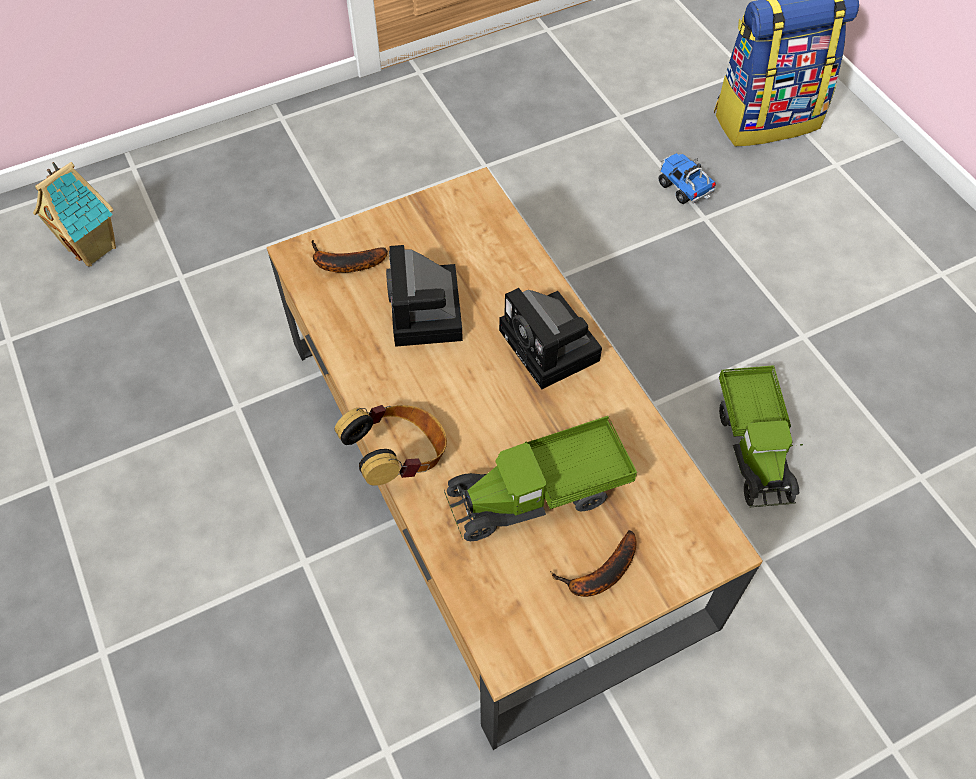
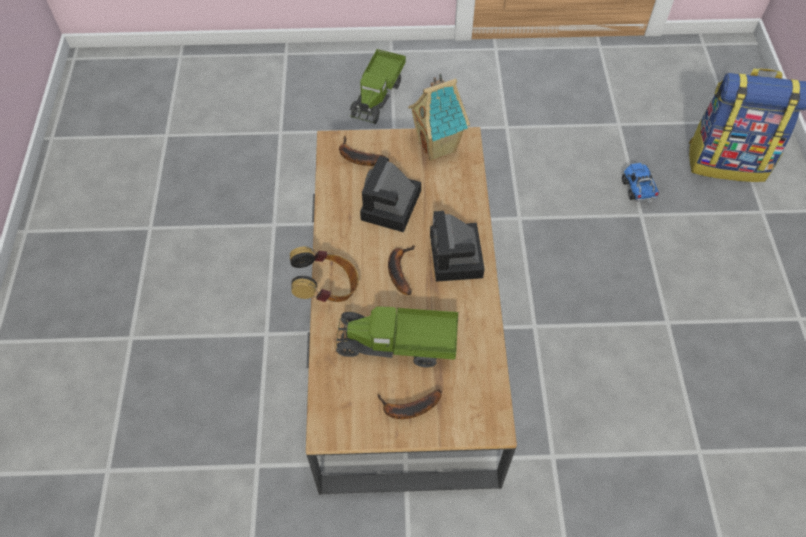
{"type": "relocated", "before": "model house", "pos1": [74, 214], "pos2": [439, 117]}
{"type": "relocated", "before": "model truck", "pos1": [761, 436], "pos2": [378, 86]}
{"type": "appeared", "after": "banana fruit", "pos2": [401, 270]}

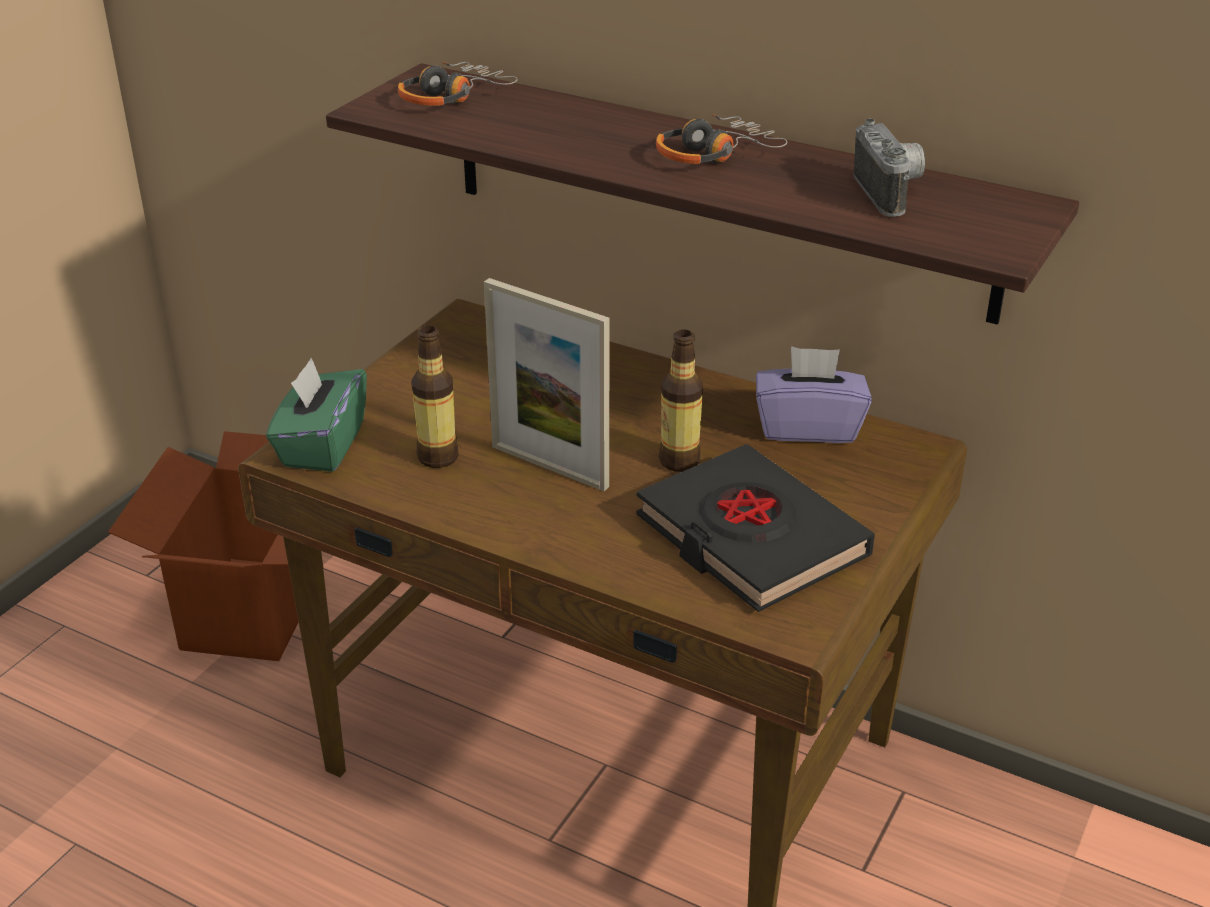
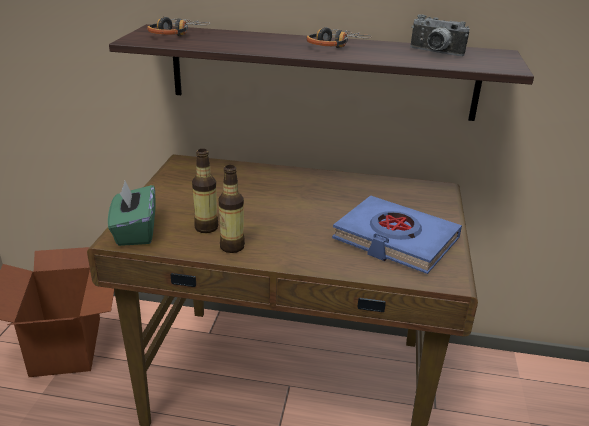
{"type": "spun", "before": "still camera", "pos1": [889, 168], "pos2": [440, 35], "turn": 150}
{"type": "missing", "before": "photo frame", "pos1": [547, 384]}
{"type": "relocated", "before": "bottle", "pos1": [681, 400], "pos2": [231, 209]}
{"type": "missing", "before": "purple tissue holder", "pos1": [813, 394]}
{"type": "colour", "before": "black-coloured volume", "after": "blue-coloured volume", "pos1": [755, 528], "pos2": [397, 235]}

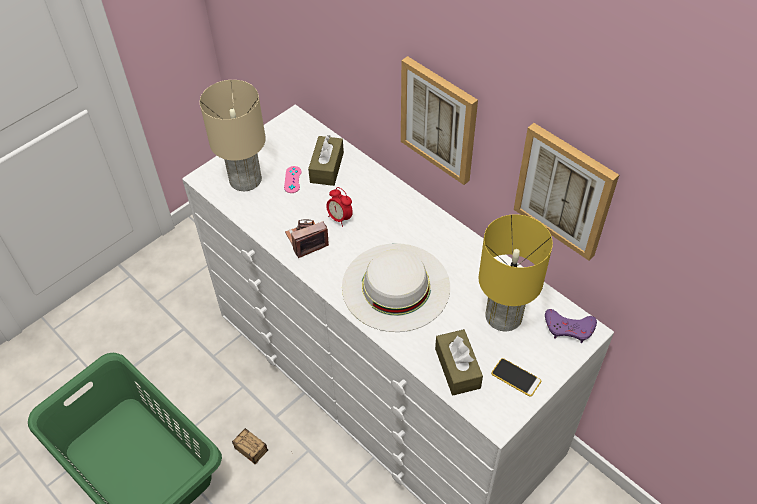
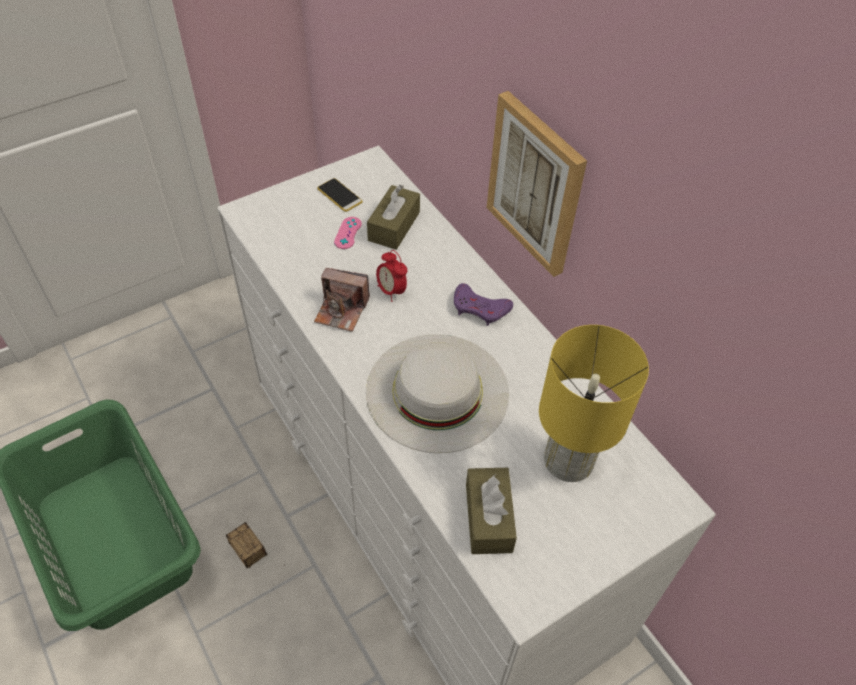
{"type": "missing", "before": "beige lamp for a table", "pos1": [233, 135]}
{"type": "missing", "before": "wall picture", "pos1": [566, 192]}
{"type": "spun", "before": "still camera", "pos1": [307, 238], "pos2": [342, 300], "turn": -150}
{"type": "relocated", "before": "purple game controller", "pos1": [571, 326], "pos2": [483, 304]}
{"type": "relocated", "before": "phone", "pos1": [516, 377], "pos2": [340, 195]}

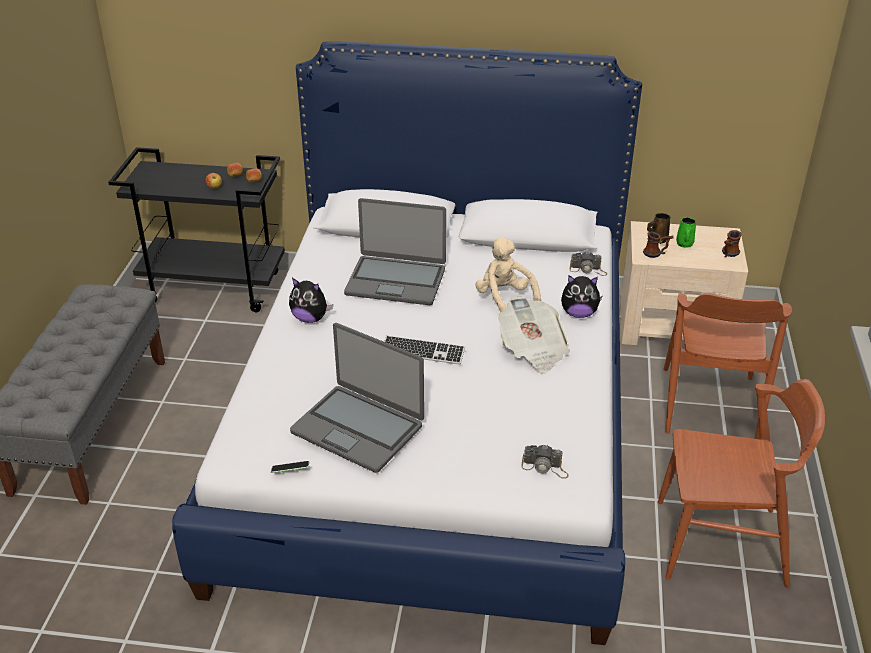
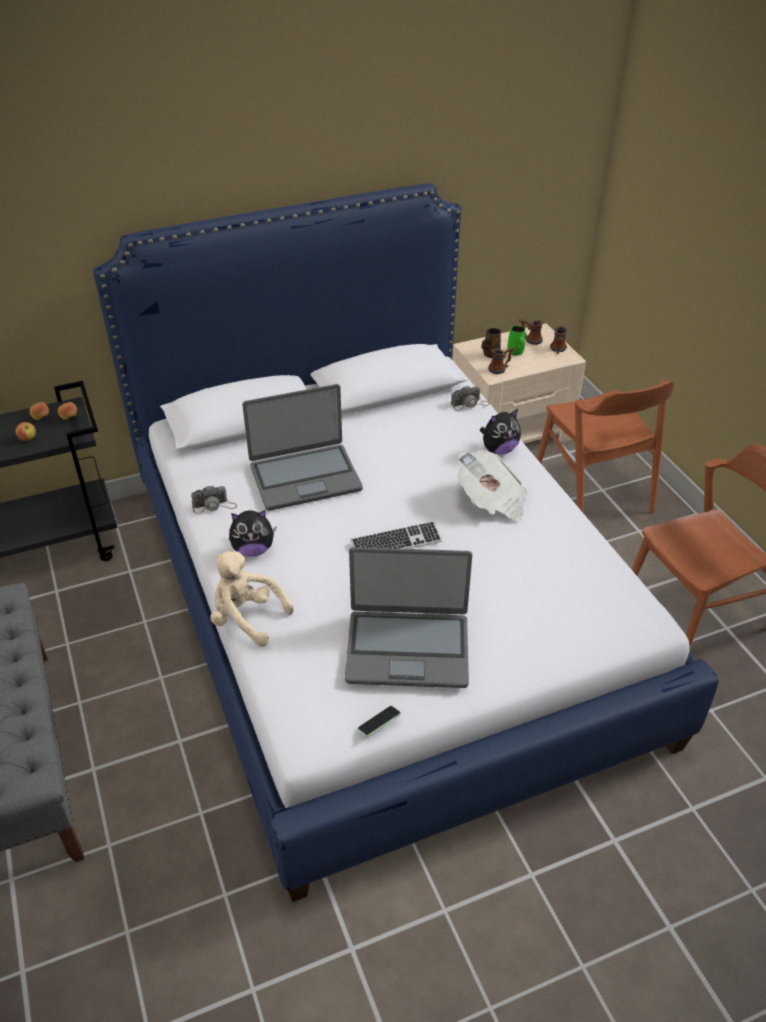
{"type": "relocated", "before": "beige soft toy", "pos1": [508, 275], "pos2": [252, 599]}
{"type": "relocated", "before": "still camera", "pos1": [545, 461], "pos2": [214, 500]}
{"type": "appeared", "after": "mug", "pos2": [531, 332]}

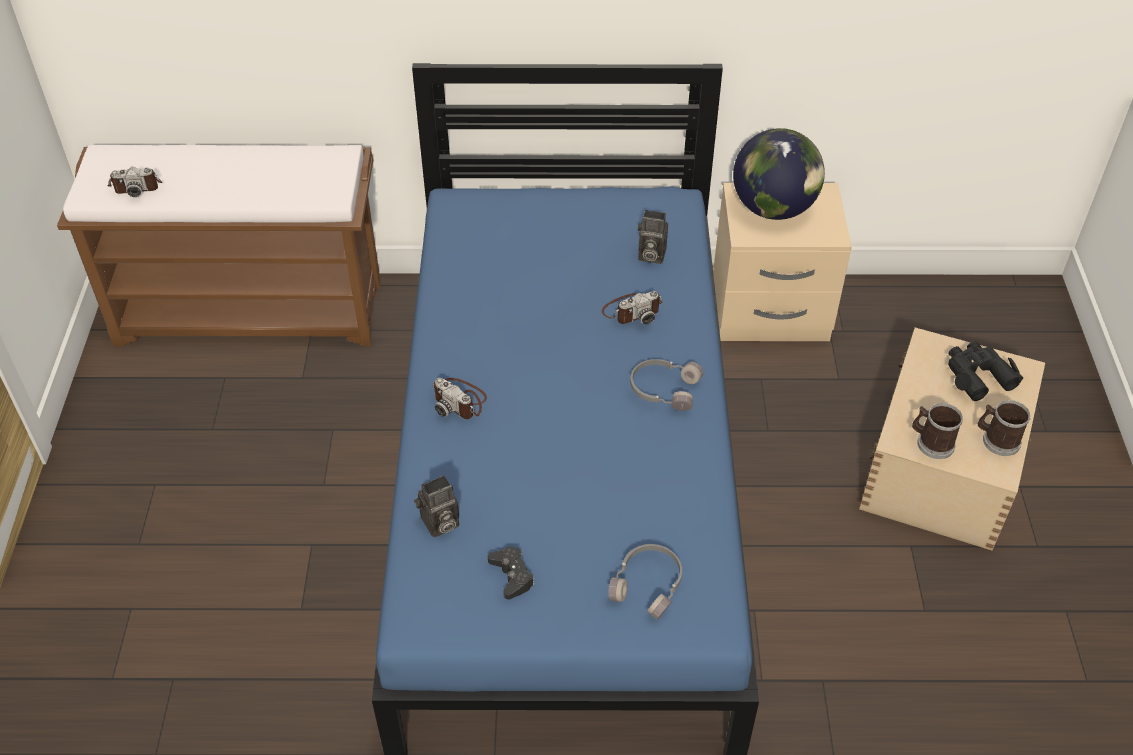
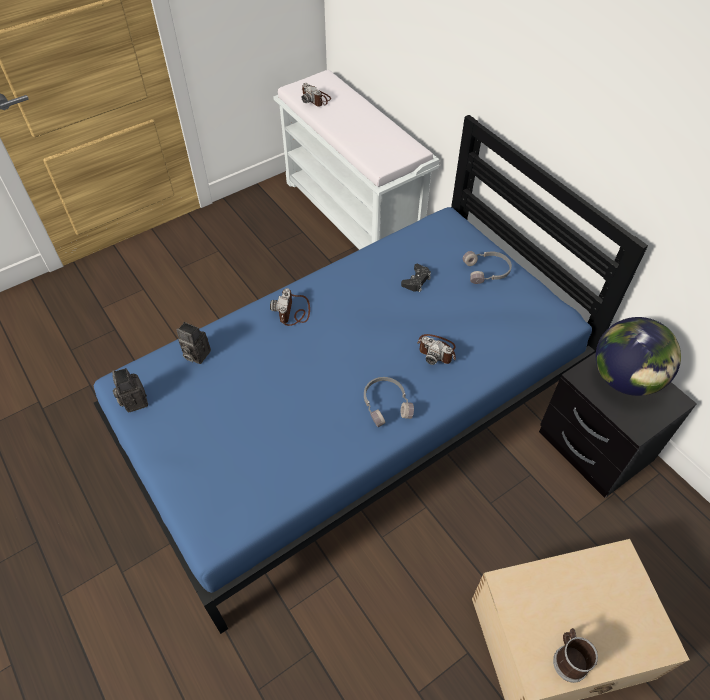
{"type": "colour", "before": "brown-coloured indoor bench", "after": "white-coloured indoor bench", "pos1": [219, 245], "pos2": [356, 160]}
{"type": "colour", "before": "beige night table", "after": "black-coloured night table", "pos1": [782, 262], "pos2": [618, 425]}
{"type": "relocated", "before": "still camera", "pos1": [653, 237], "pos2": [130, 390]}
{"type": "missing", "before": "black-coloured pair of binoculars", "pos1": [985, 371]}
{"type": "missing", "before": "mug", "pos1": [937, 431]}
{"type": "relocated", "before": "greyish headphones", "pos1": [645, 582], "pos2": [487, 267]}
{"type": "relocated", "before": "black-coloured game controller", "pos1": [511, 573], "pos2": [416, 278]}

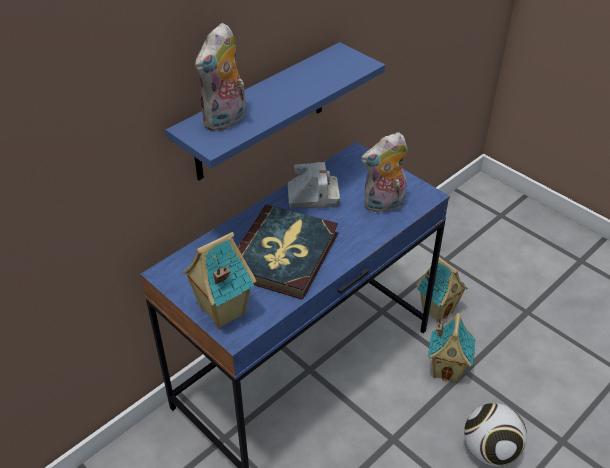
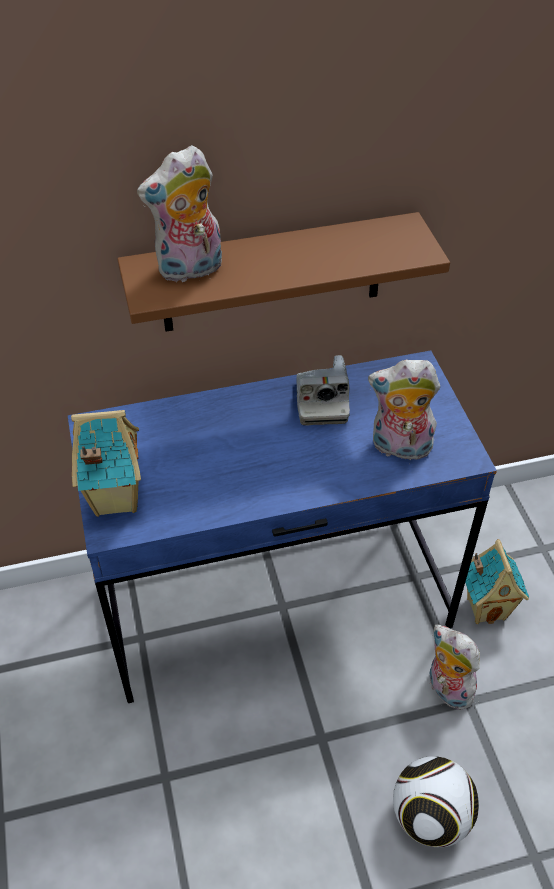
{"type": "colour", "before": "blue-coloured wall shelf", "after": "brown-coloured wall shelf", "pos1": [275, 111], "pos2": [283, 271]}
{"type": "spun", "before": "still camera", "pos1": [314, 185], "pos2": [323, 390], "turn": 60}
{"type": "missing", "before": "volume", "pos1": [288, 252]}
{"type": "exchanged", "before": "model house", "after": "soft toy", "pos1": [451, 348], "pos2": [455, 667]}

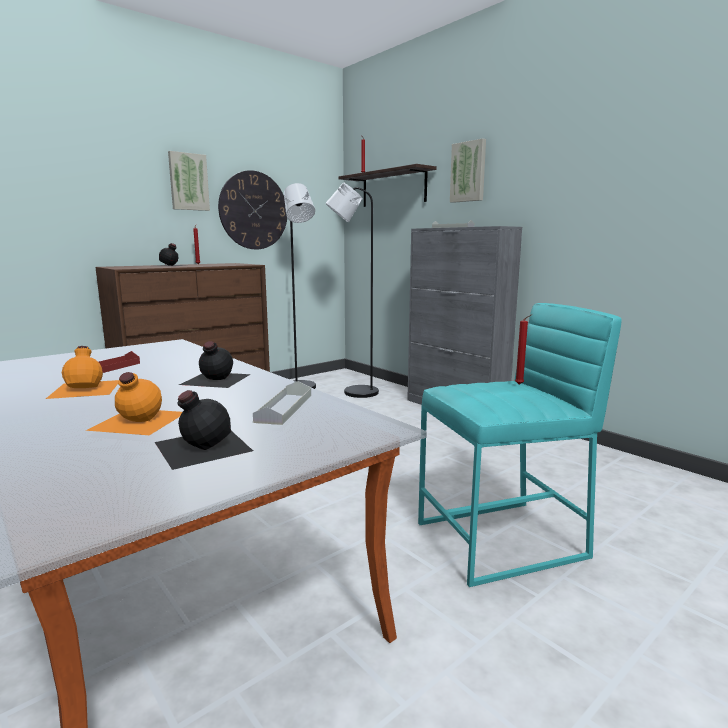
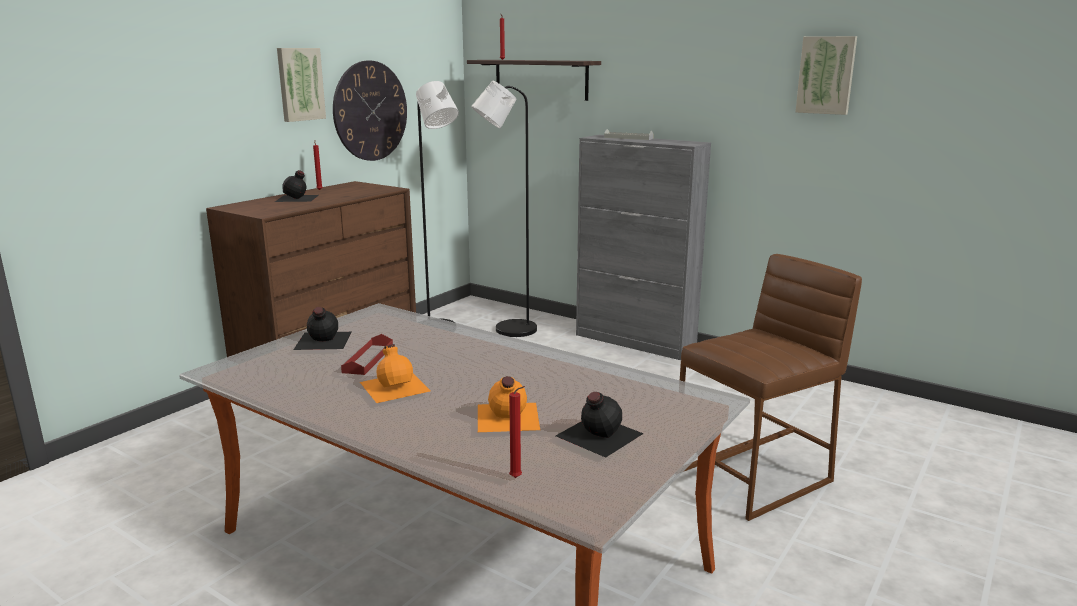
{"type": "relocated", "before": "wall picture", "pos1": [468, 170], "pos2": [826, 75]}
{"type": "colour", "before": "turquoise sitting stool", "after": "brown-coloured sitting stool", "pos1": [520, 445], "pos2": [771, 387]}
{"type": "relocated", "before": "reddish candle", "pos1": [523, 349], "pos2": [517, 432]}
{"type": "relocated", "before": "black-coloured bottle", "pos1": [215, 364], "pos2": [322, 328]}
{"type": "missing", "before": "greyish tray", "pos1": [282, 403]}

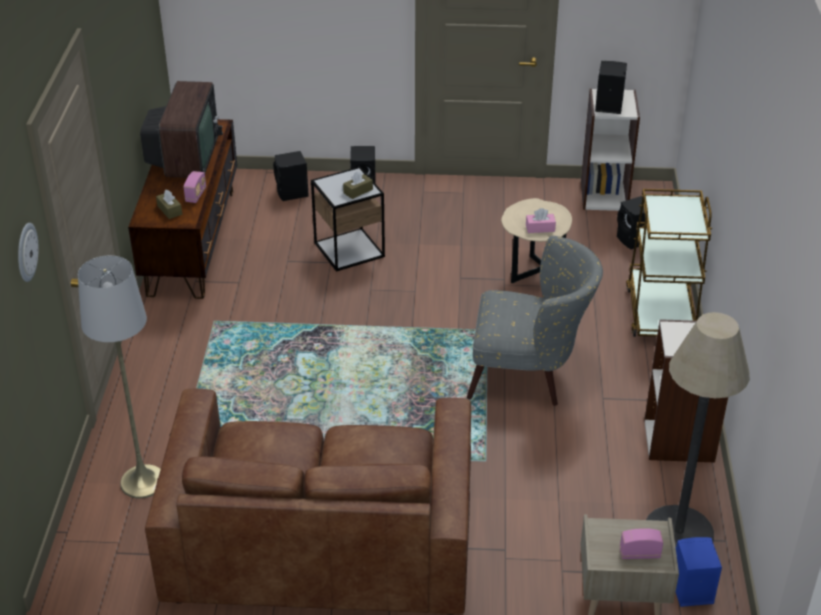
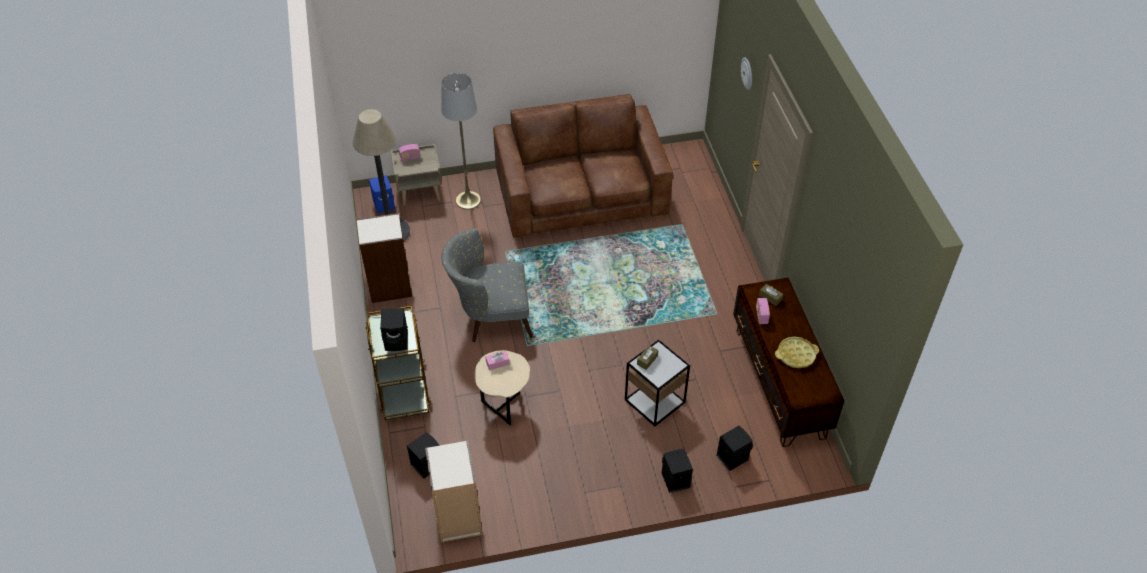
{"type": "relocated", "before": "black-coloured audio speaker", "pos1": [611, 87], "pos2": [394, 329]}
{"type": "exchanged", "before": "television", "after": "yellowish tray", "pos1": [181, 129], "pos2": [797, 352]}
{"type": "relocated", "before": "greyish standing lamp", "pos1": [119, 377], "pos2": [461, 141]}

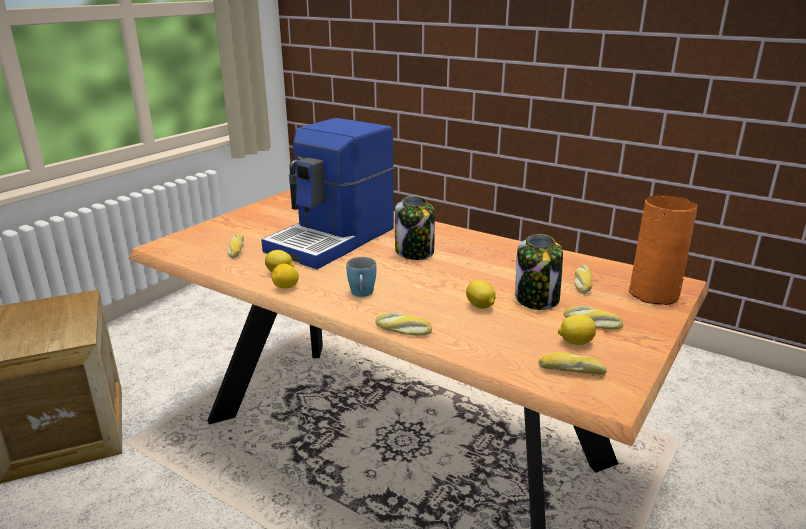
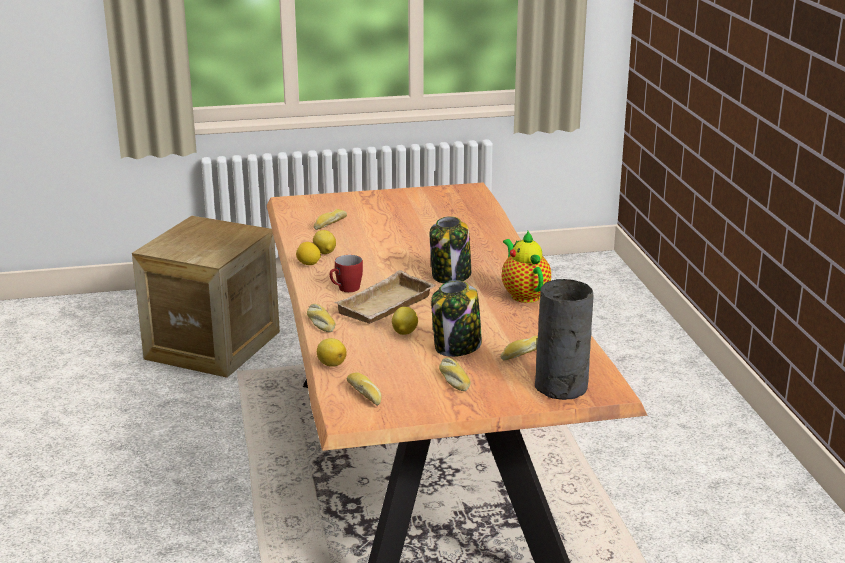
{"type": "missing", "before": "coffee maker", "pos1": [327, 193]}
{"type": "colour", "before": "orange-coloured vase", "after": "greyish vase", "pos1": [663, 250], "pos2": [564, 339]}
{"type": "colour", "before": "blue-coloured mug", "after": "reddish mug", "pos1": [361, 277], "pos2": [346, 273]}
{"type": "relocated", "before": "whole lemon", "pos1": [577, 330], "pos2": [332, 352]}
{"type": "appeared", "after": "tea pot", "pos2": [526, 267]}
{"type": "appeared", "after": "beige tray", "pos2": [384, 297]}

